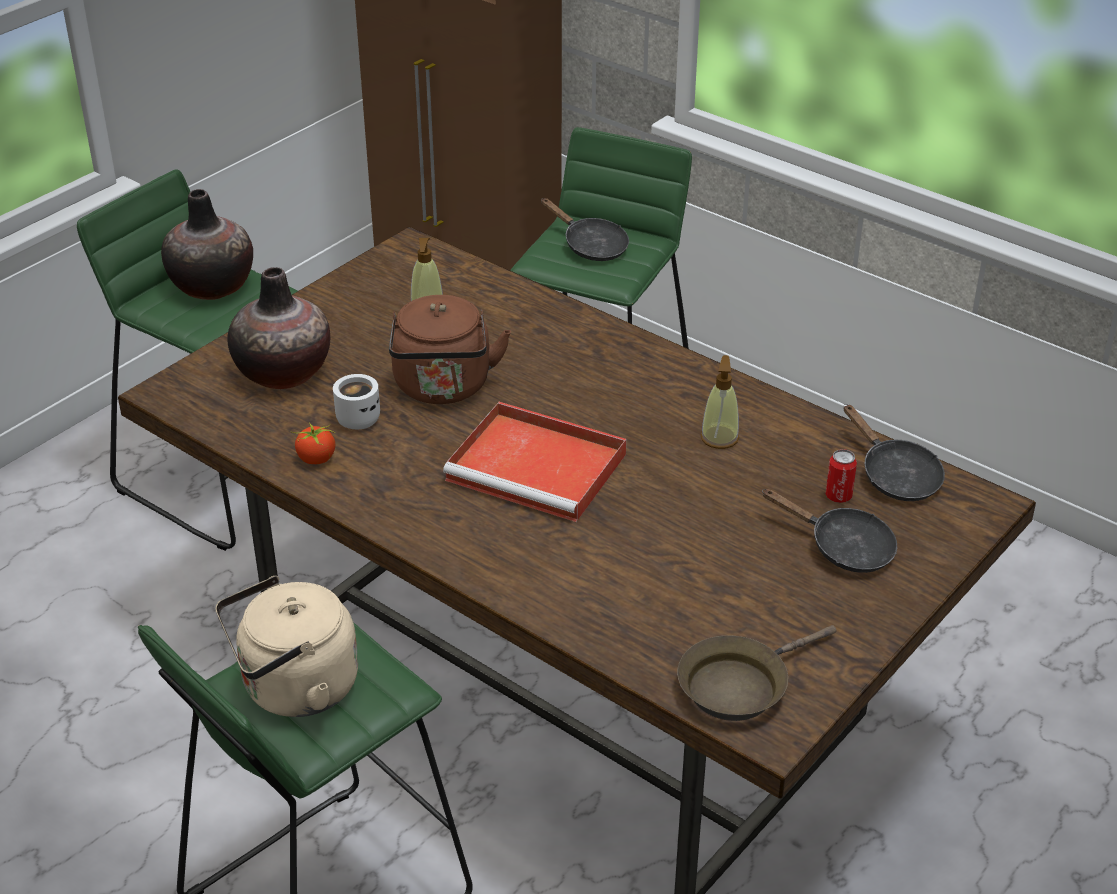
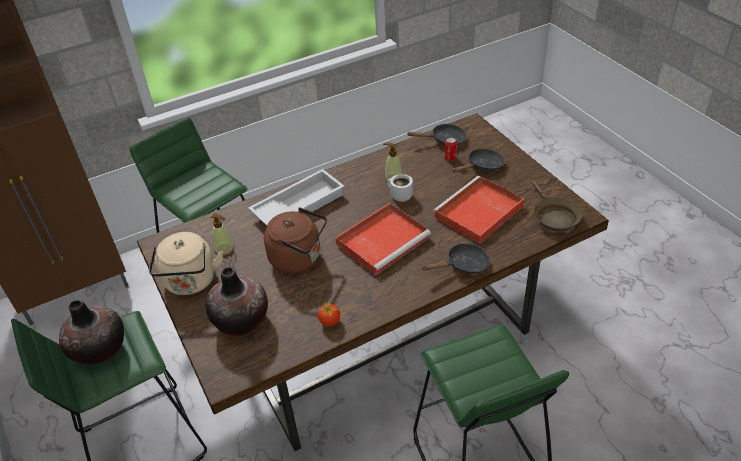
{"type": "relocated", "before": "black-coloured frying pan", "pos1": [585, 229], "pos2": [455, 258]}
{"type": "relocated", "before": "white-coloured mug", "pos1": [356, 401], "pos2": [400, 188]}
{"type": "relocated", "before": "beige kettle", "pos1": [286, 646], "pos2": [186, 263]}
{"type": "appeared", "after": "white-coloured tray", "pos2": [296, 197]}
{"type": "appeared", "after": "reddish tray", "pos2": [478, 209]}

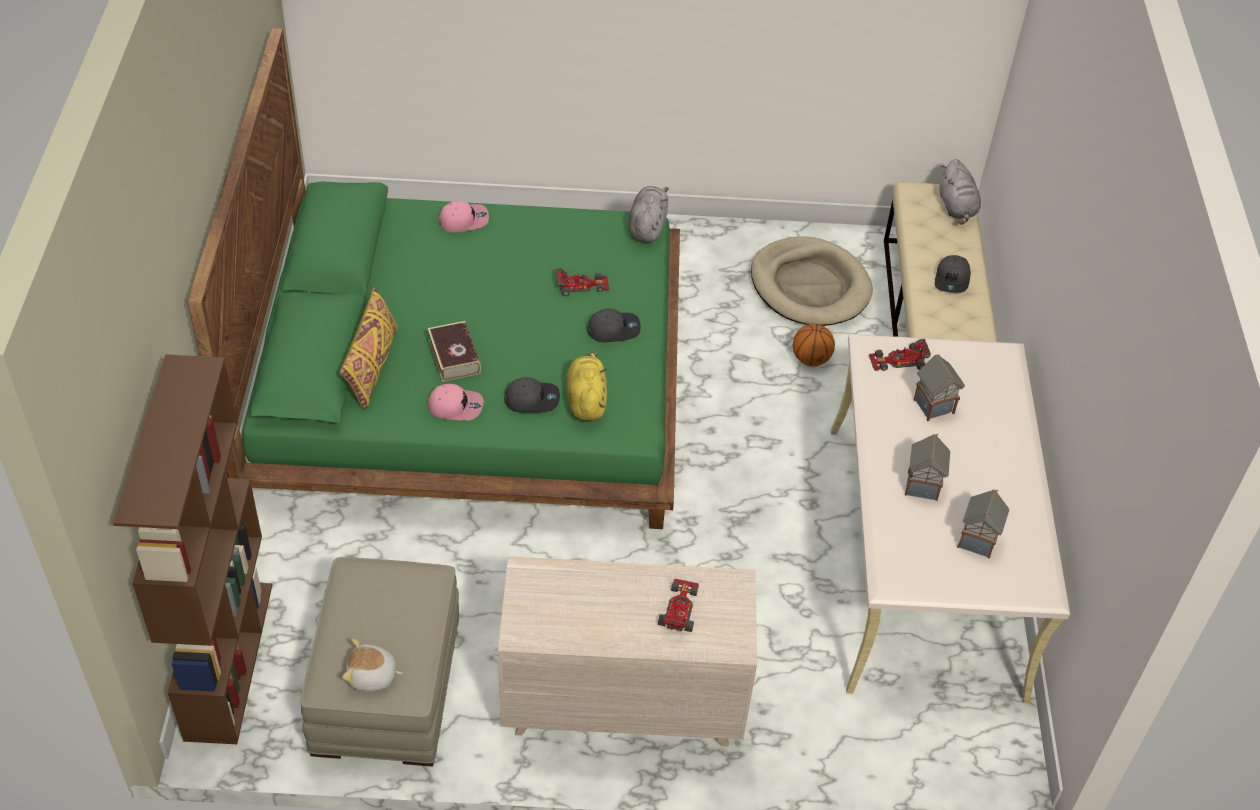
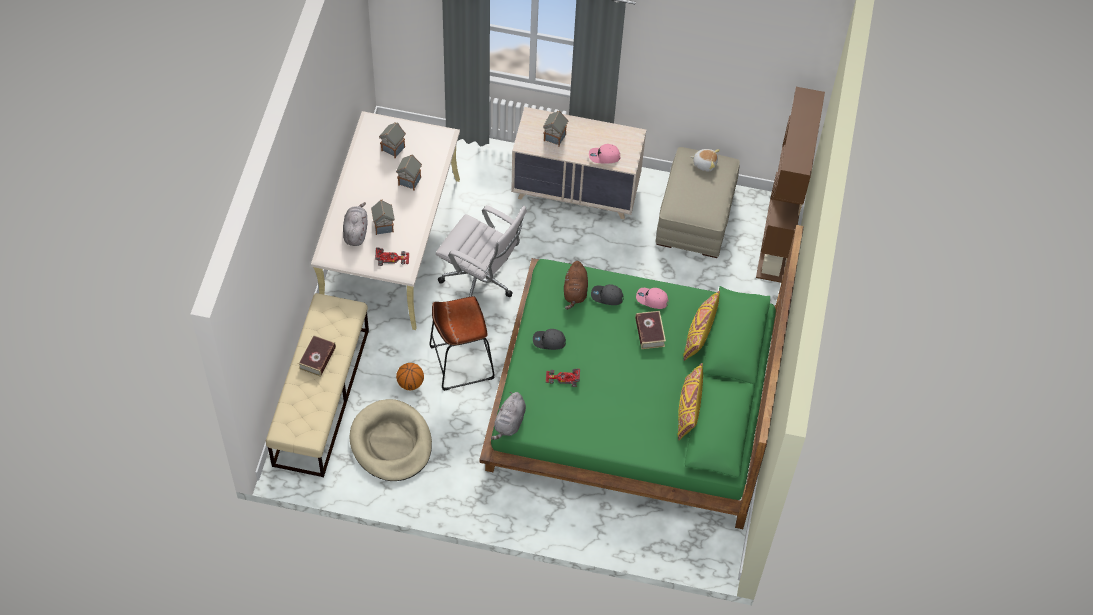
{"type": "relocated", "before": "greyish soft toy", "pos1": [960, 192], "pos2": [355, 224]}
{"type": "relocated", "before": "pink cap", "pos1": [464, 217], "pos2": [605, 153]}
{"type": "exchanged", "before": "greyish cap", "after": "volume", "pos1": [953, 274], "pos2": [317, 355]}
{"type": "colour", "before": "yellowish soft toy", "after": "brown-coloured soft toy", "pos1": [586, 386], "pos2": [576, 285]}
{"type": "exchanged", "before": "miniature car", "after": "model house", "pos1": [678, 605], "pos2": [555, 129]}
{"type": "appeared", "after": "white-coloured office chair", "pos2": [481, 251]}
{"type": "appeared", "after": "brown-coloured sitting stool", "pos2": [462, 343]}
{"type": "appeared", "after": "yellowish throw pillow", "pos2": [690, 401]}

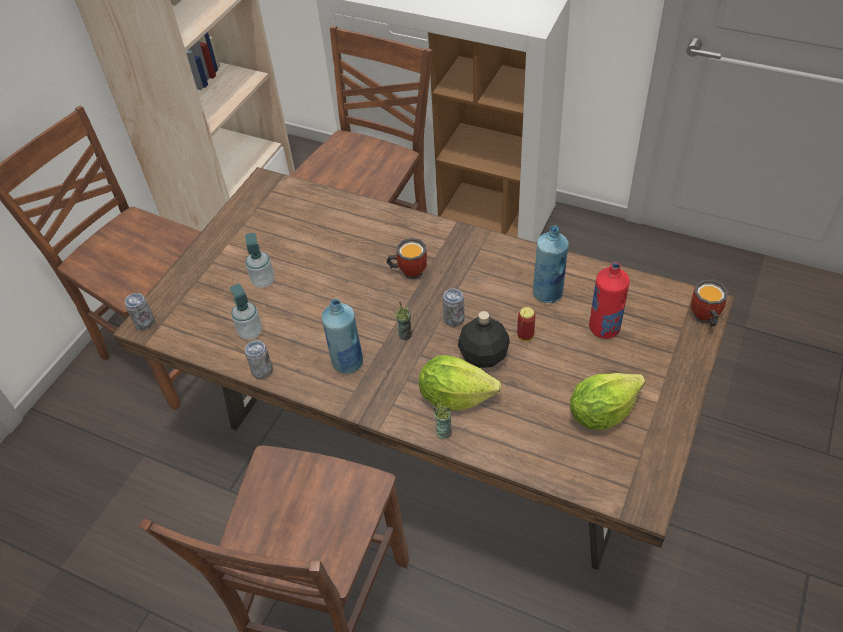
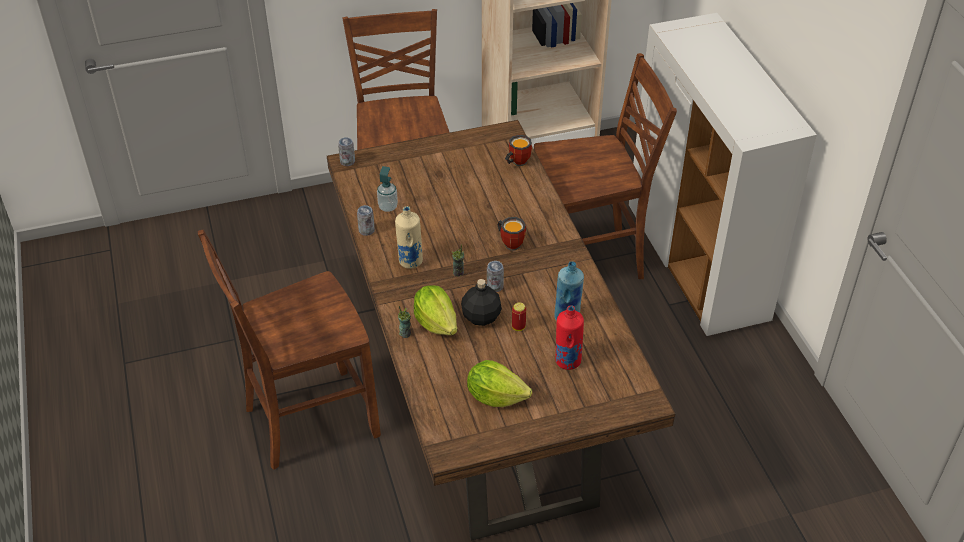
{"type": "missing", "before": "soap dispenser", "pos1": [260, 260]}
{"type": "relocated", "before": "mug", "pos1": [709, 303], "pos2": [518, 150]}
{"type": "colour", "before": "blue-coloured bottle", "after": "beige bottle", "pos1": [342, 336], "pos2": [409, 237]}

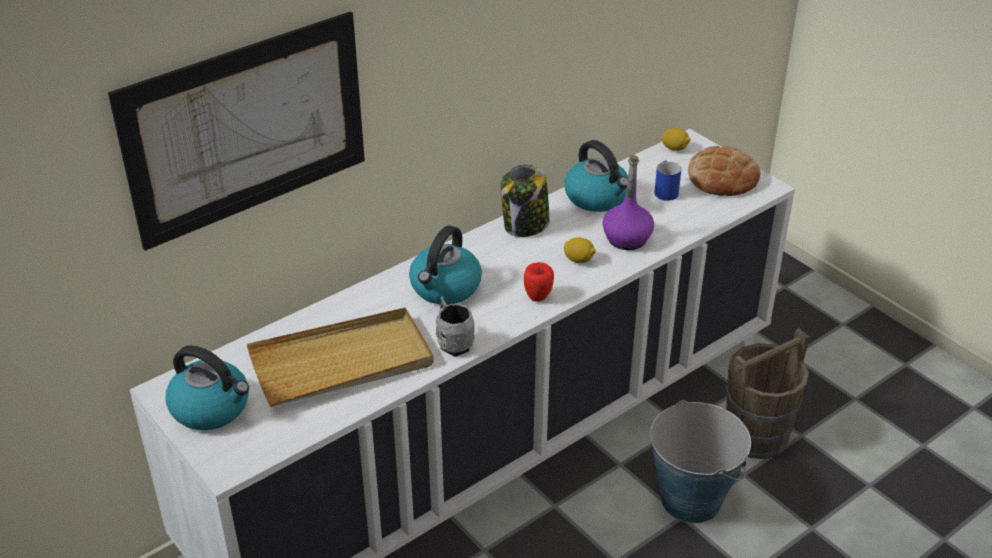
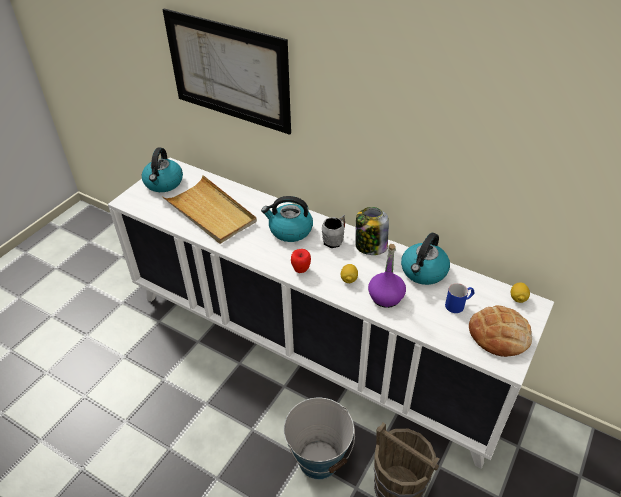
{"type": "relocated", "before": "greyish mug", "pos1": [455, 327], "pos2": [333, 231]}

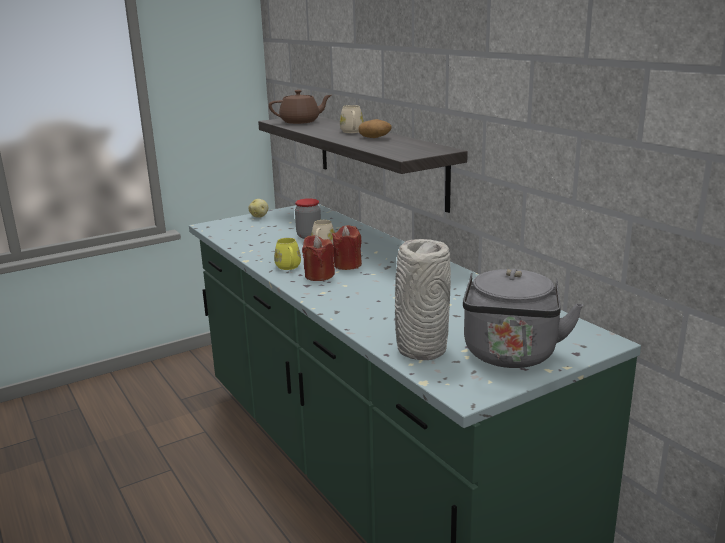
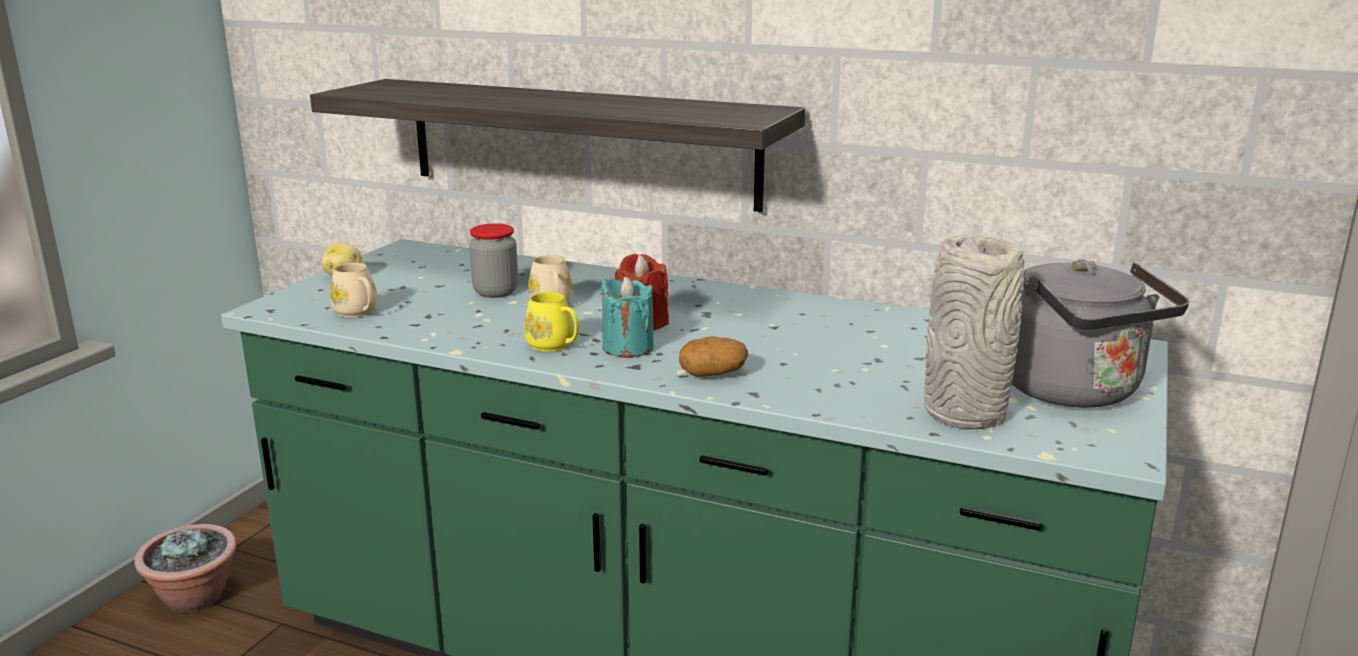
{"type": "missing", "before": "brown-coloured tea pot", "pos1": [300, 107]}
{"type": "relocated", "before": "beige mug", "pos1": [352, 119], "pos2": [353, 290]}
{"type": "relocated", "before": "whole potato", "pos1": [375, 128], "pos2": [713, 356]}
{"type": "colour", "before": "reddish candle", "after": "turquoise candle", "pos1": [318, 258], "pos2": [627, 317]}
{"type": "appeared", "after": "plant in a pot", "pos2": [185, 568]}

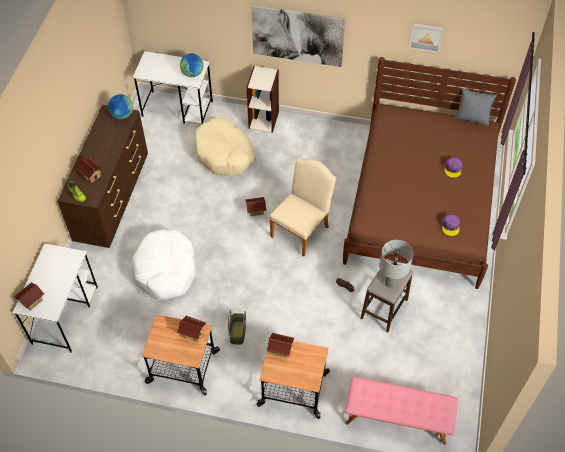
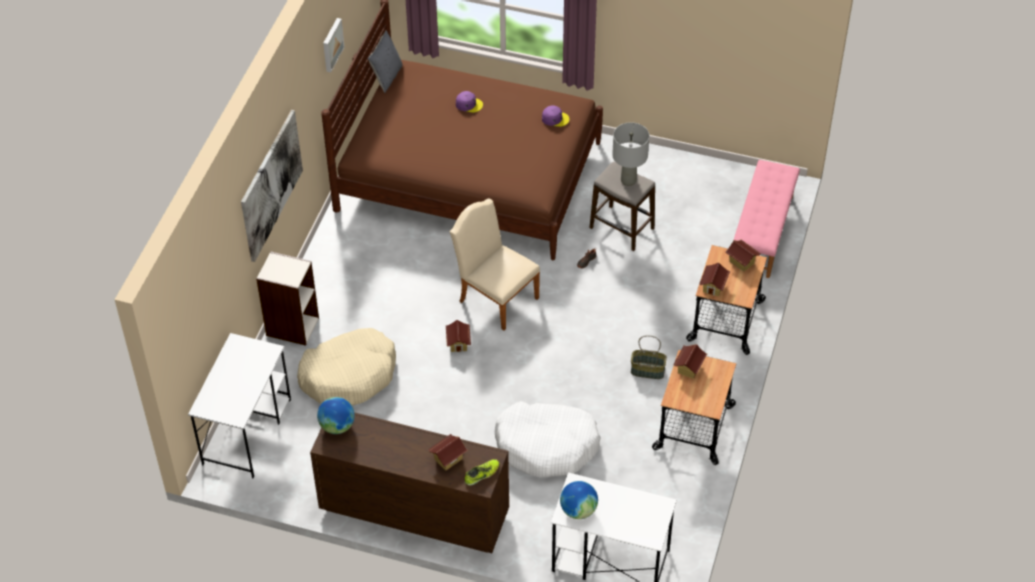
{"type": "relocated", "before": "world globe", "pos1": [191, 65], "pos2": [579, 500]}
{"type": "relocated", "before": "model house", "pos1": [29, 296], "pos2": [743, 256]}

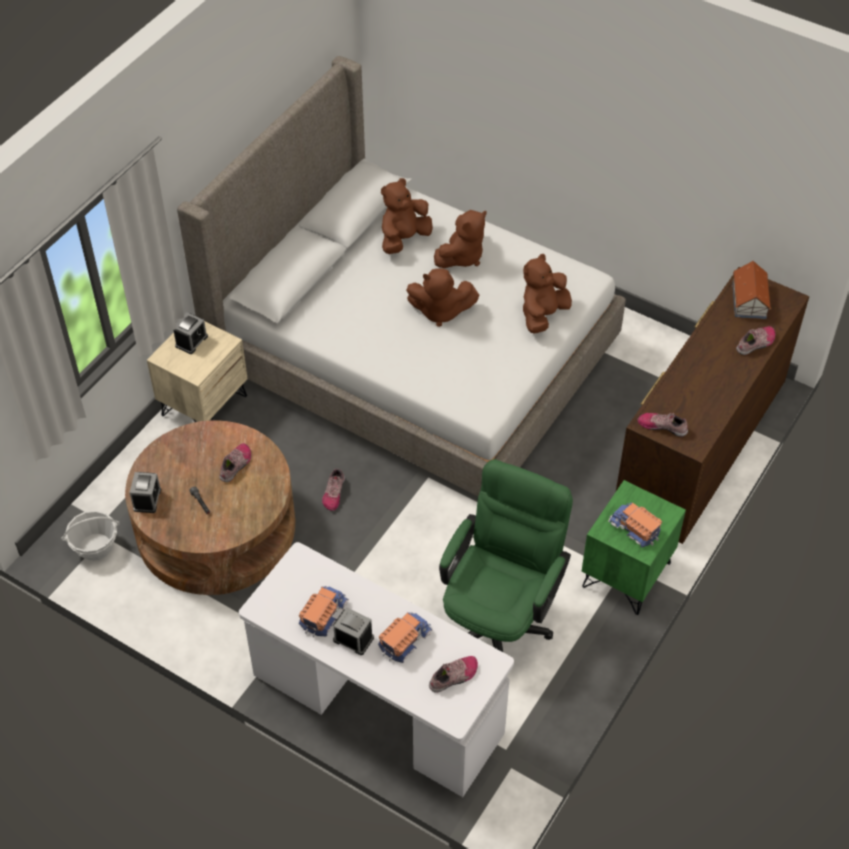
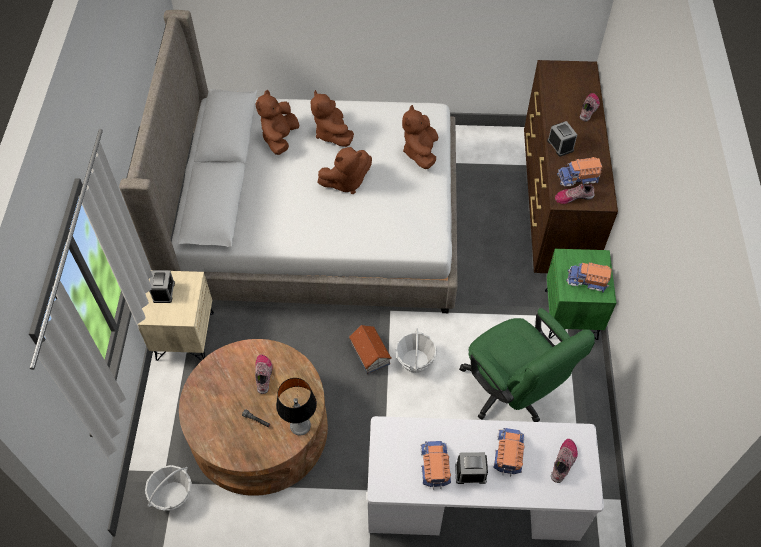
{"type": "spun", "before": "brown-coloured soft toy", "pos1": [460, 239], "pos2": [332, 118], "turn": 150}
{"type": "relocated", "before": "model house", "pos1": [751, 290], "pos2": [370, 349]}
{"type": "spun", "before": "green office chair", "pos1": [506, 555], "pos2": [527, 365], "turn": 150}
{"type": "missing", "before": "item of footwear", "pos1": [333, 490]}
{"type": "relocated", "before": "bedside clock", "pos1": [145, 492], "pos2": [562, 139]}
{"type": "appeared", "after": "model truck", "pos2": [579, 172]}
{"type": "appeared", "after": "basket", "pos2": [416, 350]}
{"type": "appeared", "after": "lamp for a table", "pos2": [296, 407]}

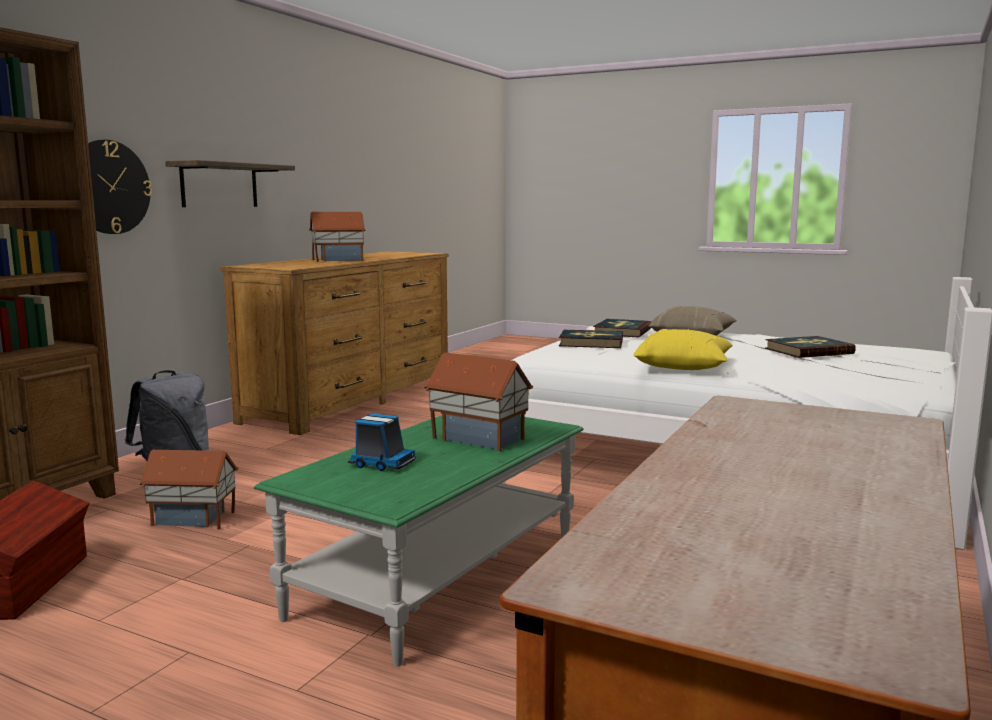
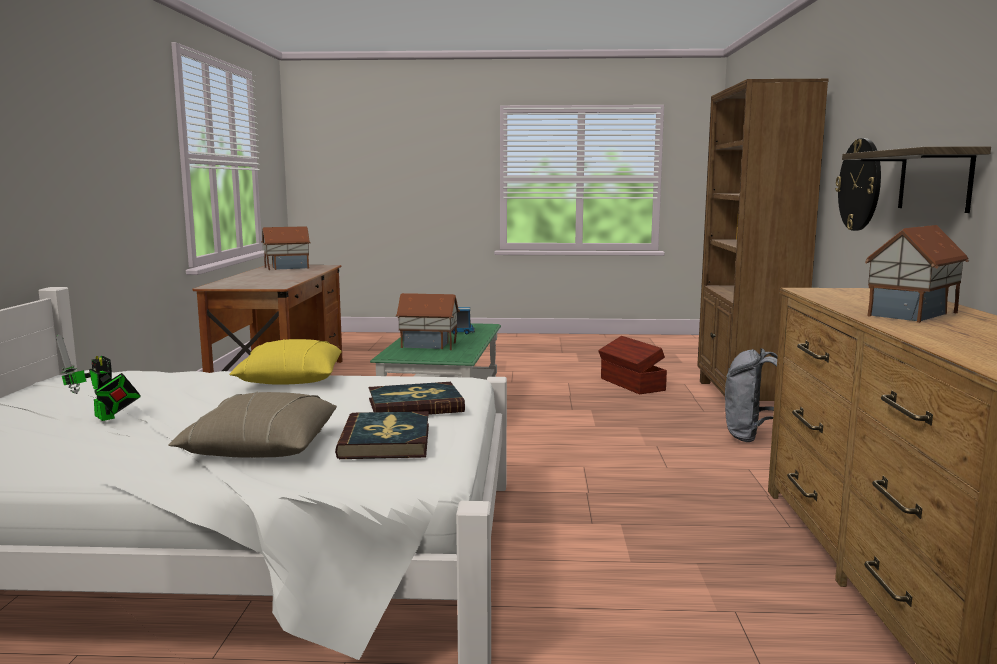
{"type": "exchanged", "before": "volume", "after": "robot figure", "pos1": [810, 347], "pos2": [98, 377]}
{"type": "relocated", "before": "model house", "pos1": [189, 490], "pos2": [286, 248]}

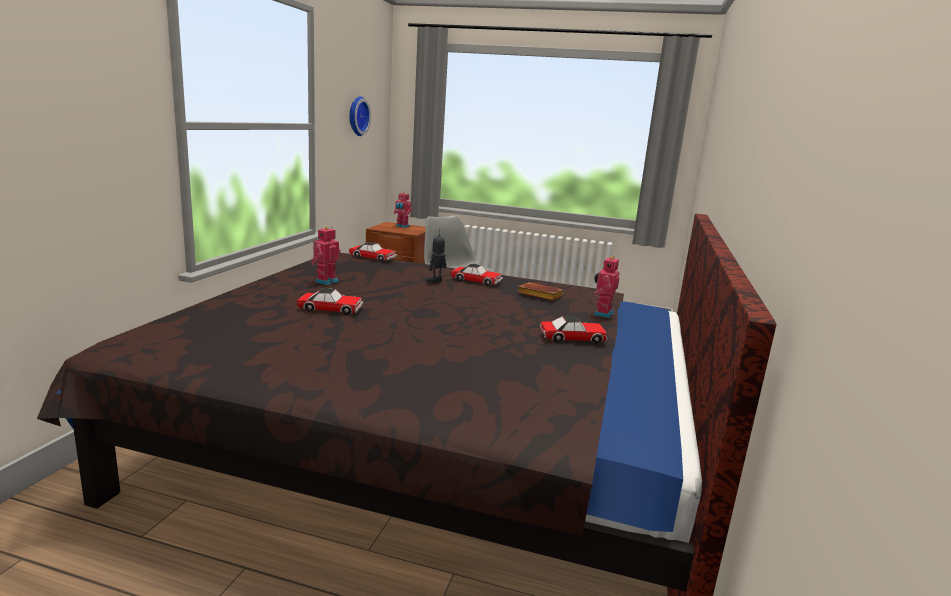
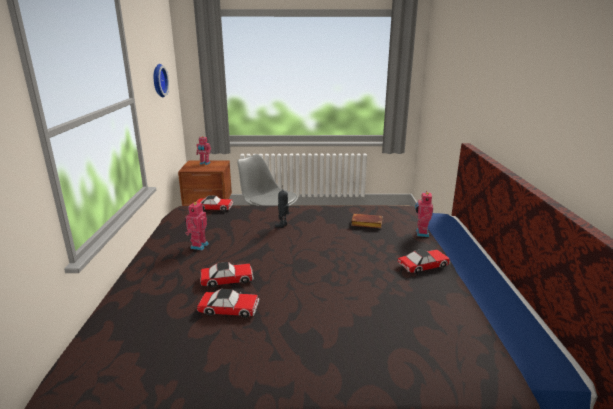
{"type": "relocated", "before": "miniature car", "pos1": [476, 275], "pos2": [228, 303]}

